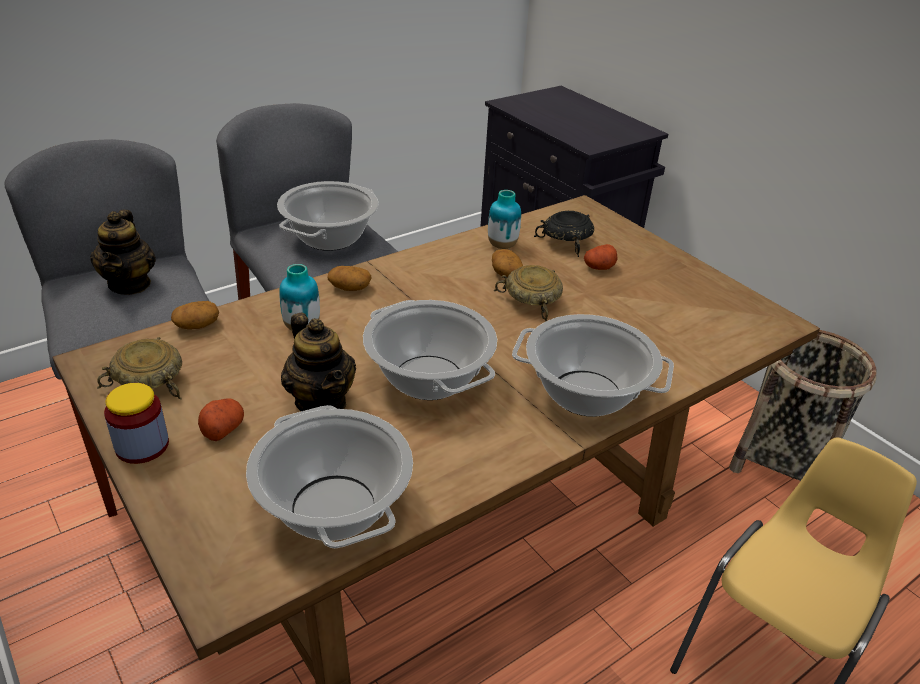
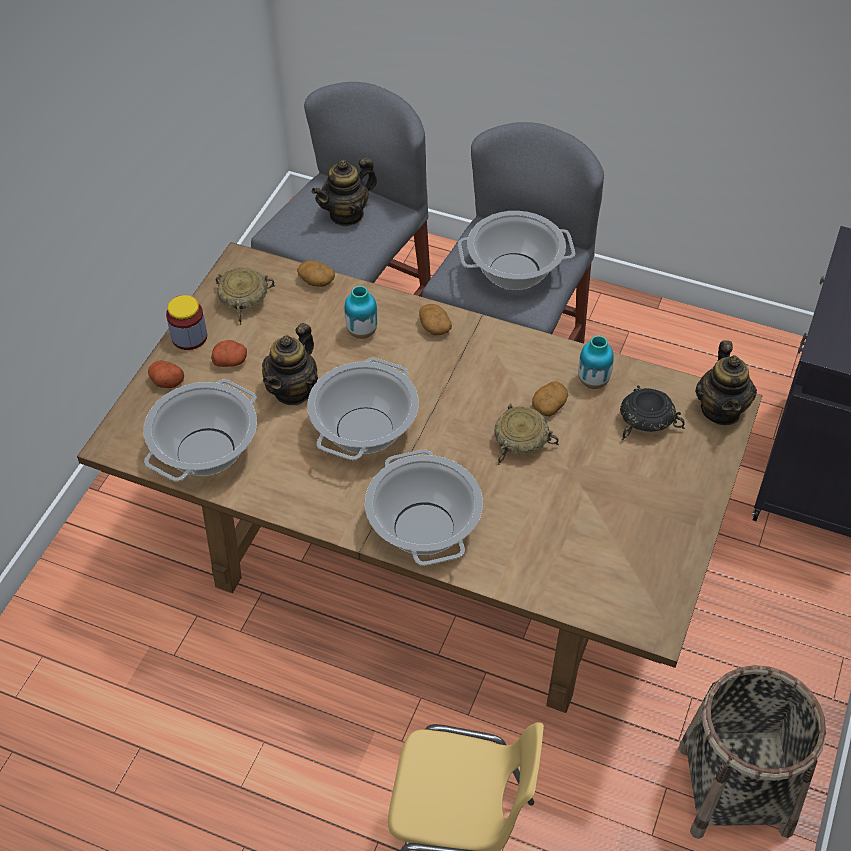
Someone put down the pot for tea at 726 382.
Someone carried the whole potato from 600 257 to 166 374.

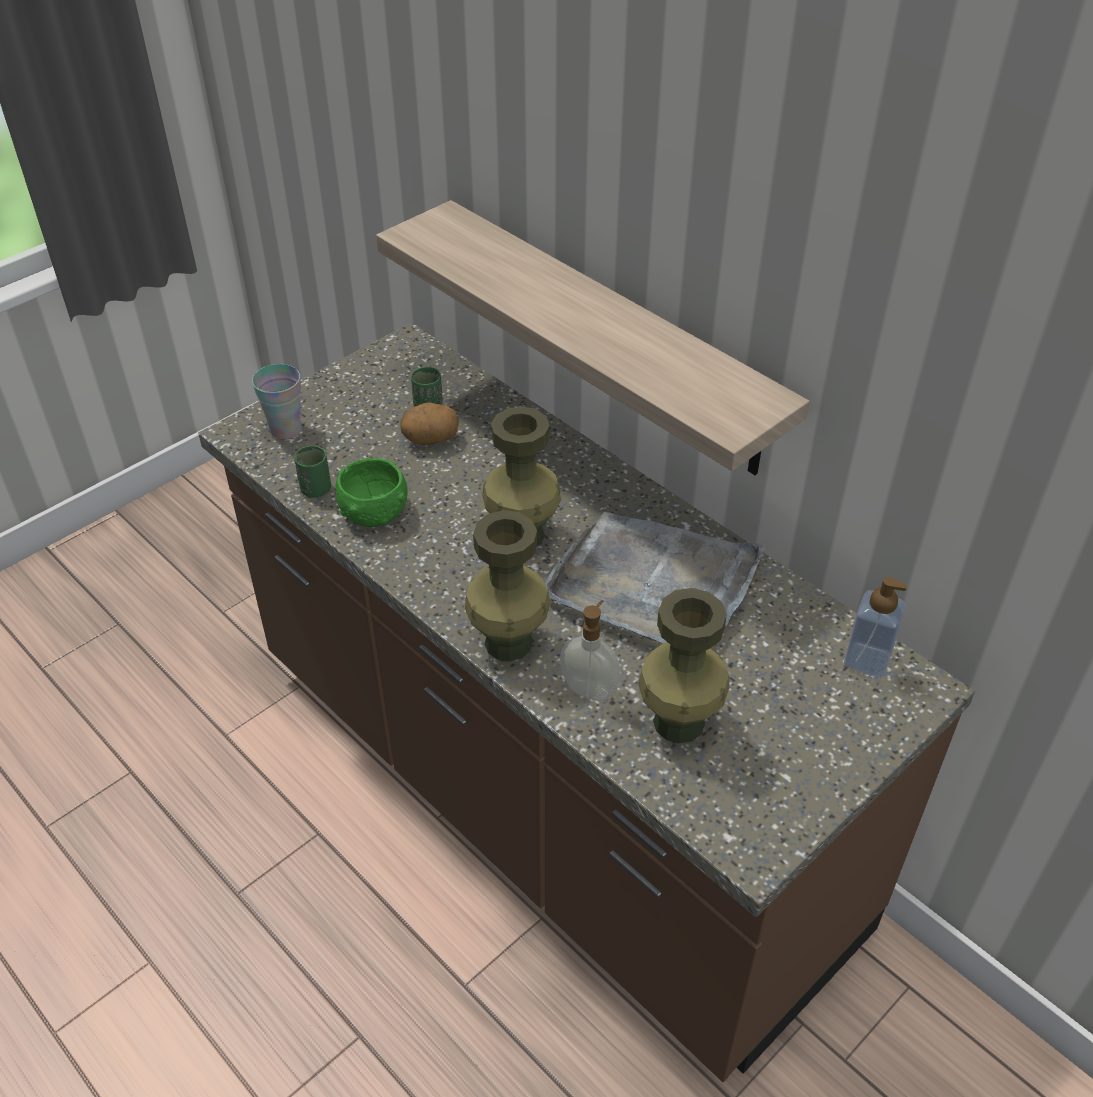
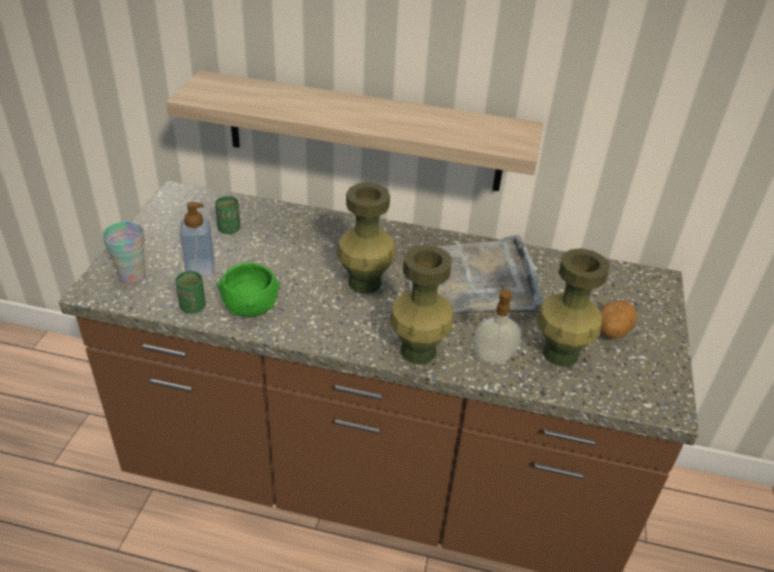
Someone carried the whole potato from 429 423 to 618 319.
Someone carried the liquid soap bottle from 875 627 to 197 239.

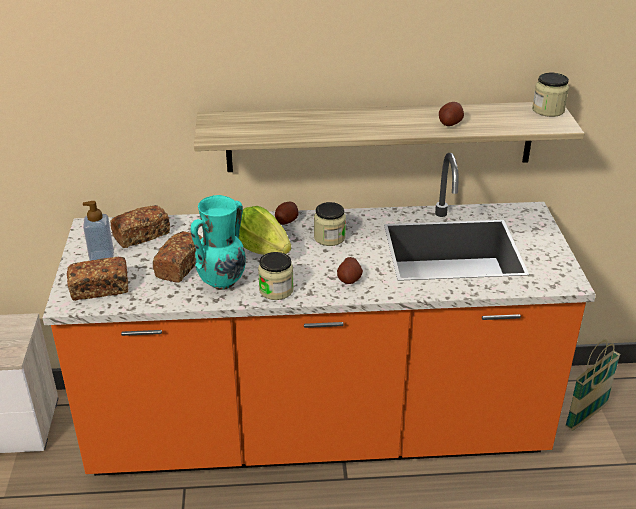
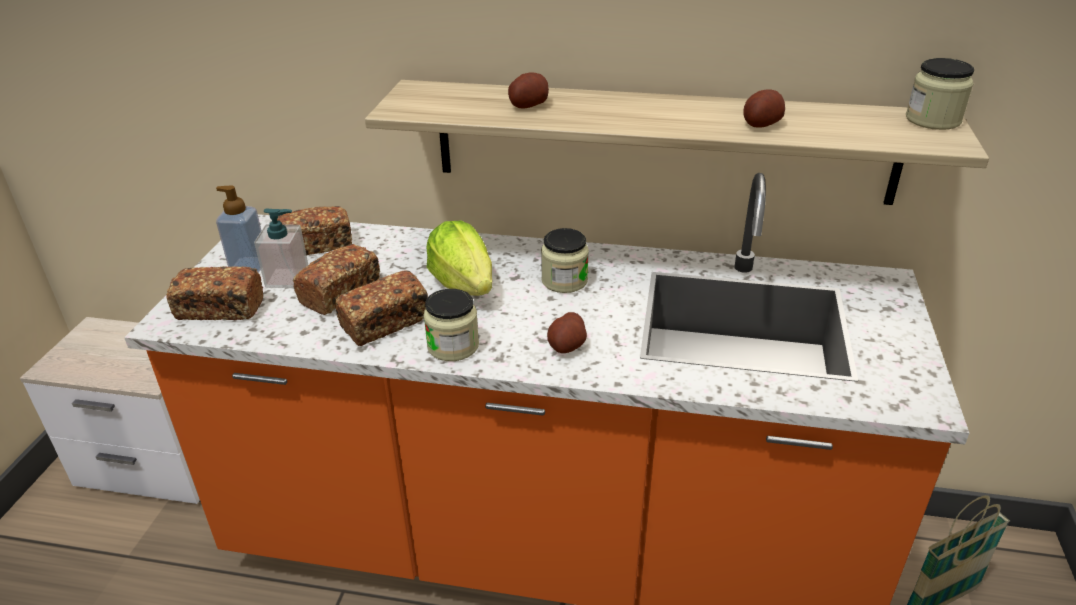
Someone put down the liquid soap bottle at 281 248.
Someone carried the whole potato from 286 213 to 528 90.
Someone swapped the turquoise-coloured vase at 218 242 for the baked bread at 381 308.

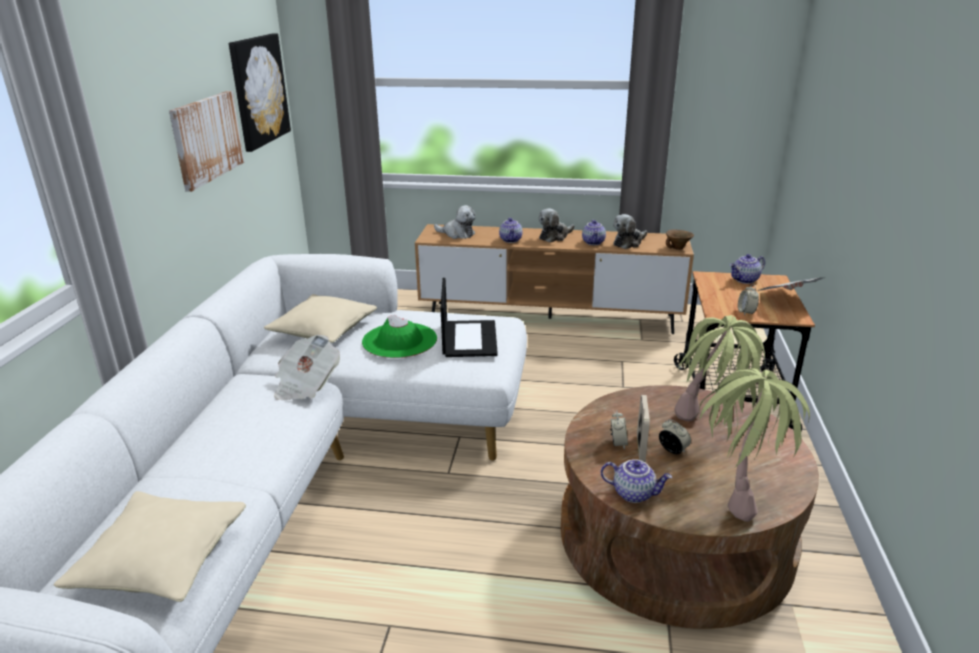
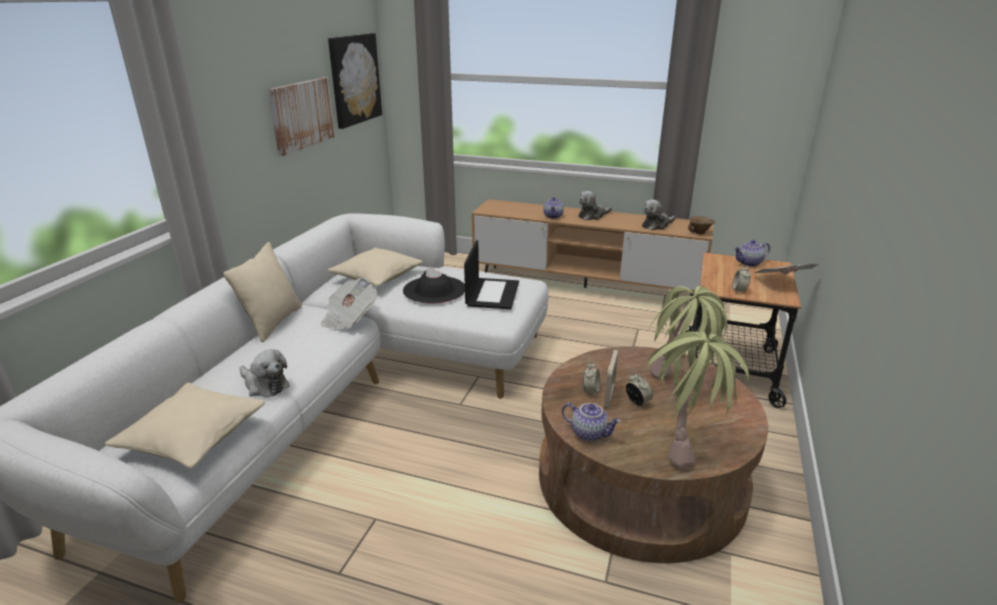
Someone took away the pot for tea at 594 232.
Someone put down the beige pillow at 262 292.
Someone carried the cuddly toy from 454 222 to 264 373.
Someone repainted the green-coloured hat at 399 336, which became the black-coloured hat at 434 285.

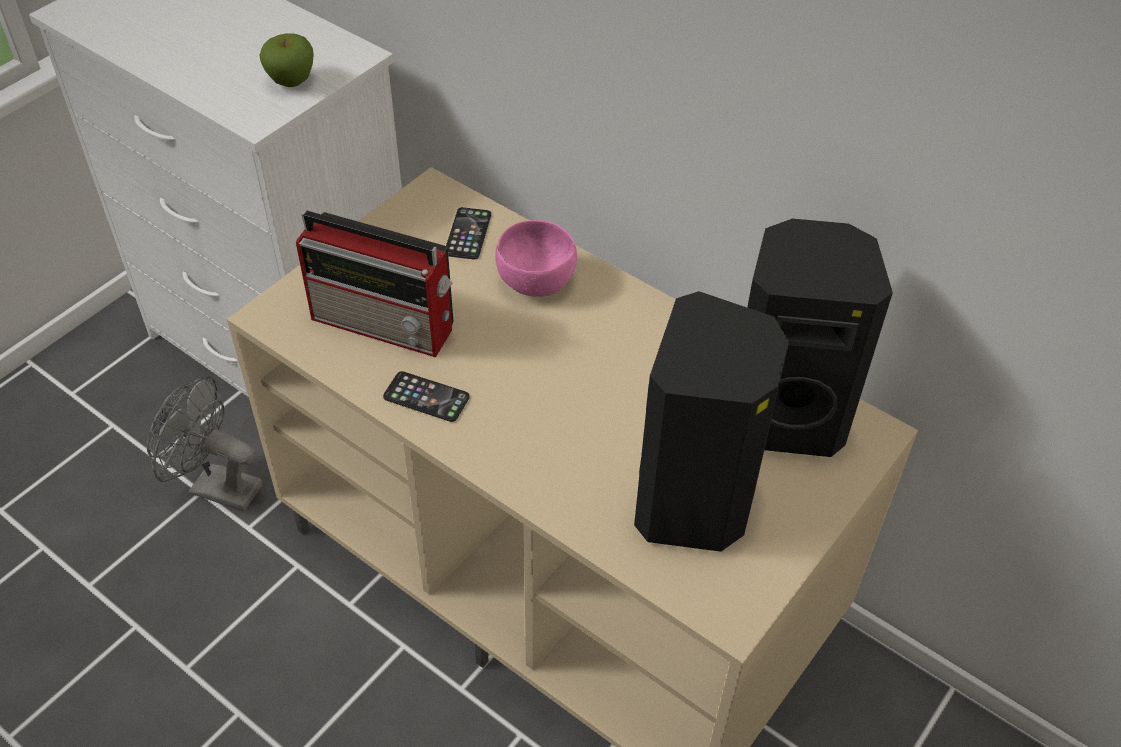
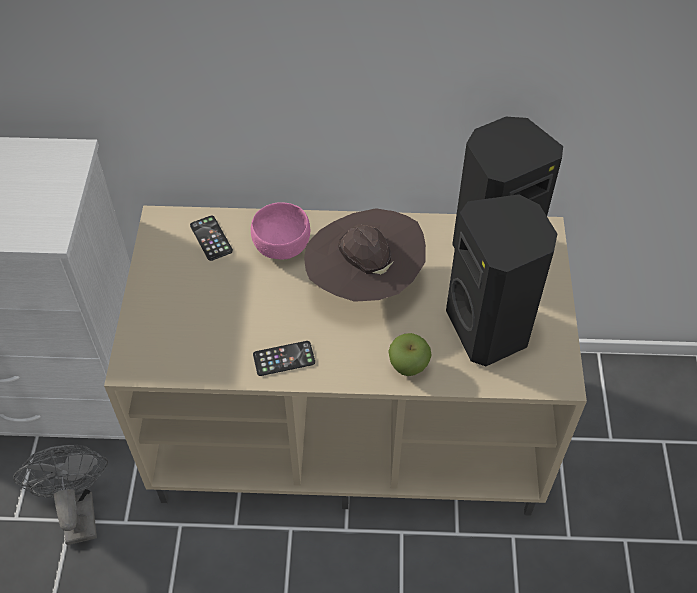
Someone took away the radio at 374 284.
Someone put down the brown-coloured hat at 365 255.
Someone carried the whole apple from 286 60 to 410 354.
Someone rotated the gray cooling fan at 204 444 by 90 degrees clockwise.

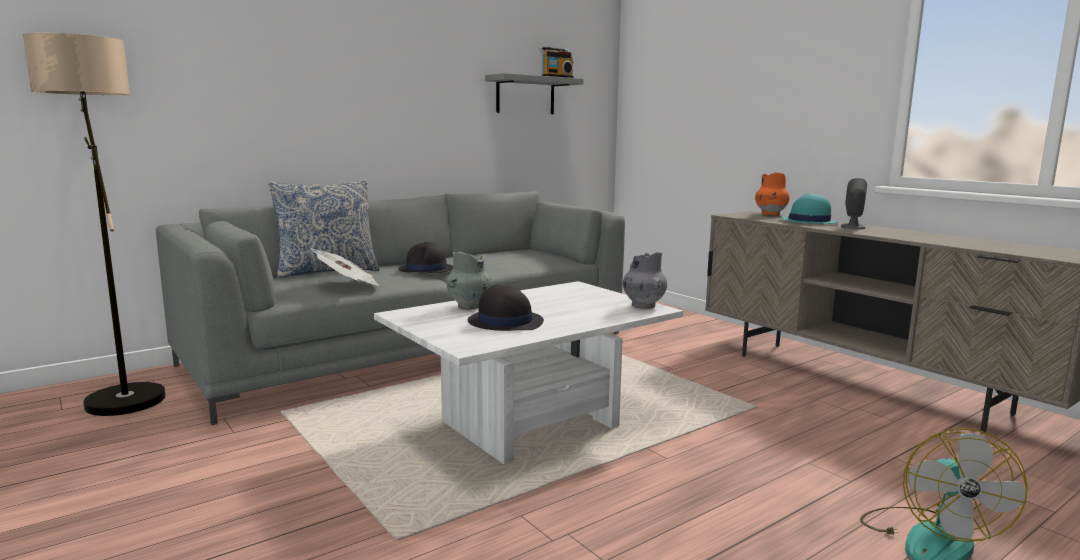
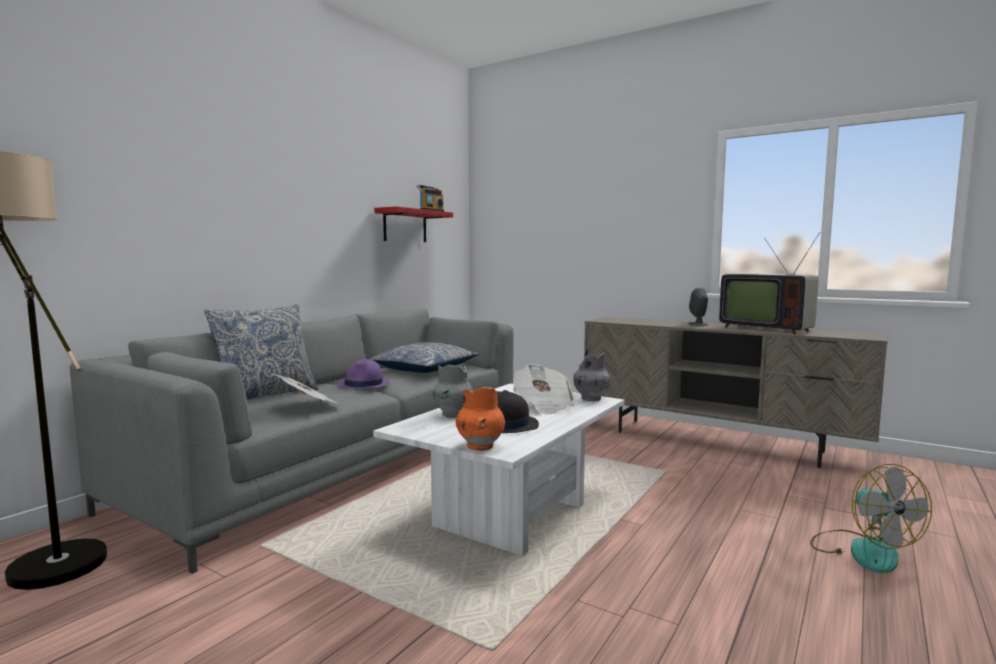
Someone took away the turquoise-coloured hat at 809 209.
Someone put down the pillow at 423 357.
Someone put down the daily paper at 543 389.
Someone put down the television at 769 283.
Someone carried the orange vase from 772 194 to 480 419.
Someone repainted the black-coloured hat at 425 257, which became the purplish hat at 363 374.
Someone repainted the gray bracket shelf at 534 93, which became the reddish bracket shelf at 414 224.

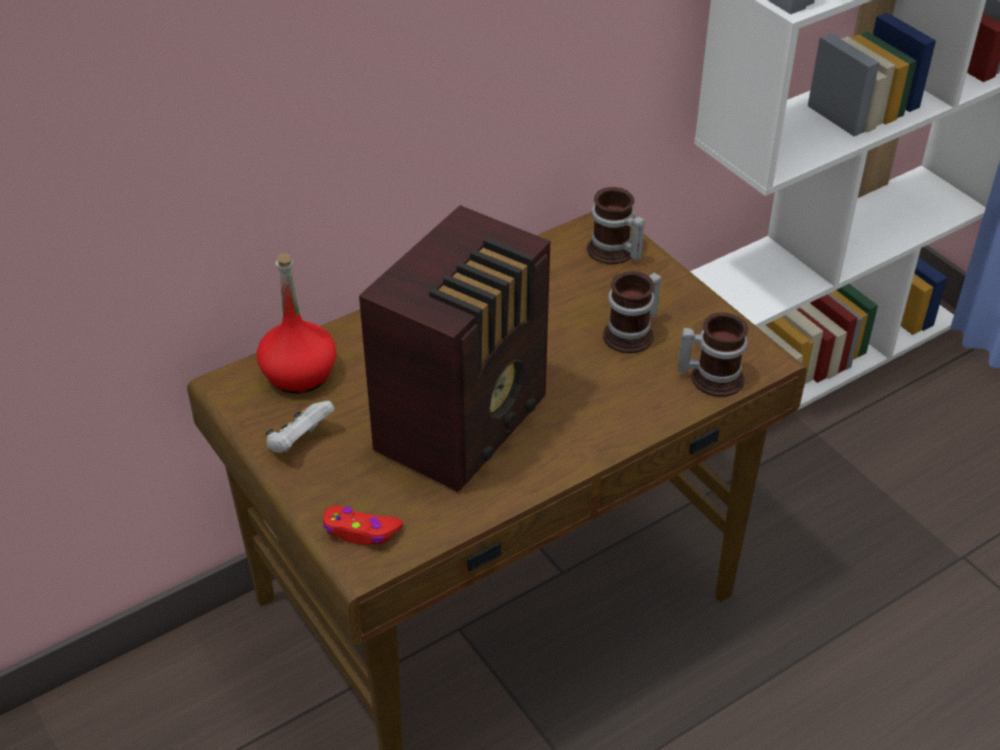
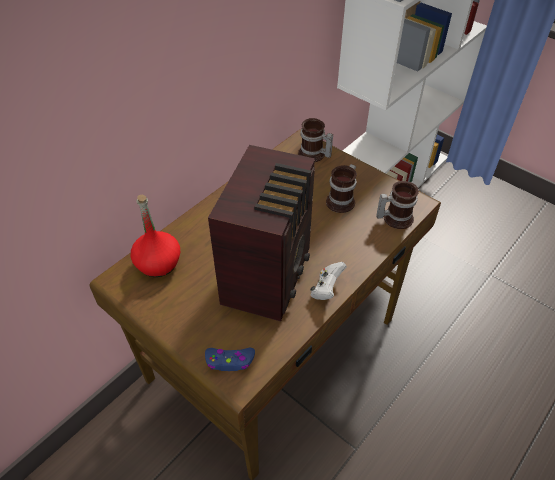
Someone carried the white joypad from 300 427 to 328 281.
Someone repainted the reddish joypad at 363 525, which became the blue-coloured joypad at 230 359.

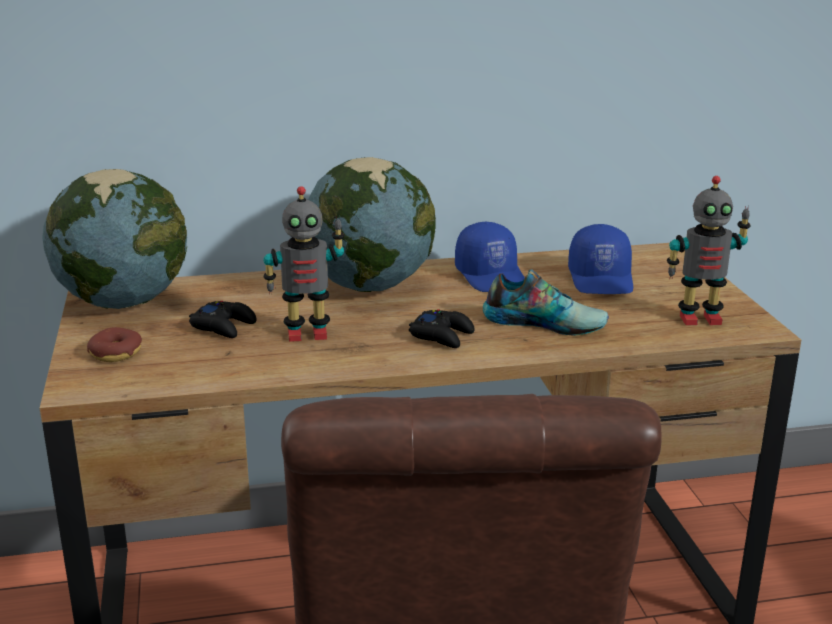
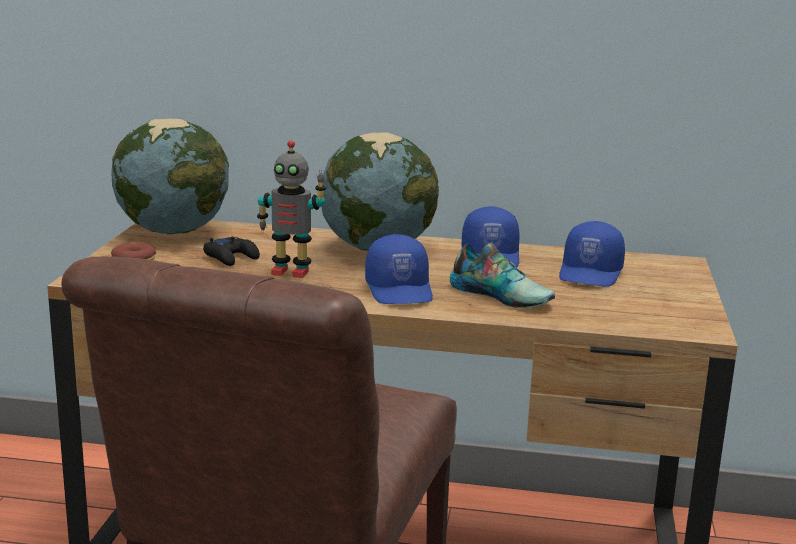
Someone took away the model robot at 709 250.
Someone swapped the black-coloured joypad at 442 328 for the blue-coloured baseball cap at 399 269.

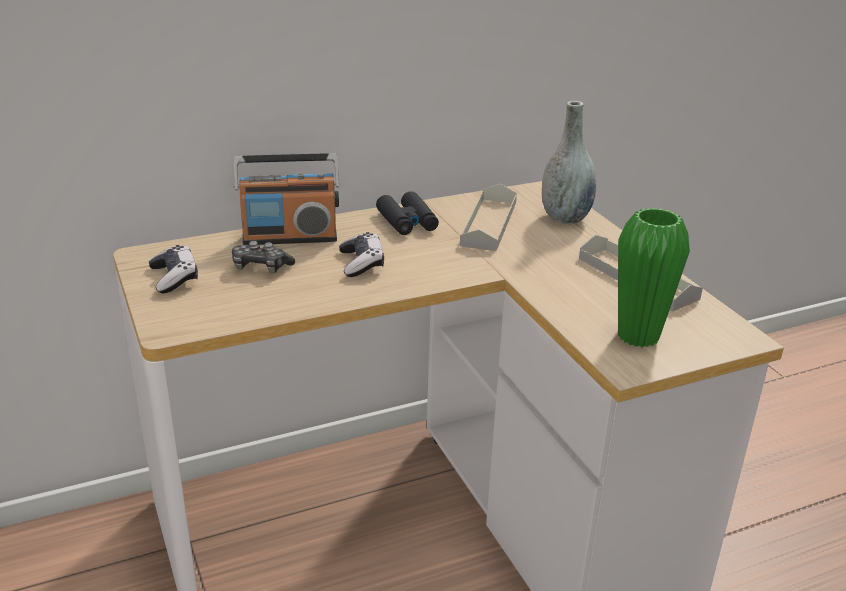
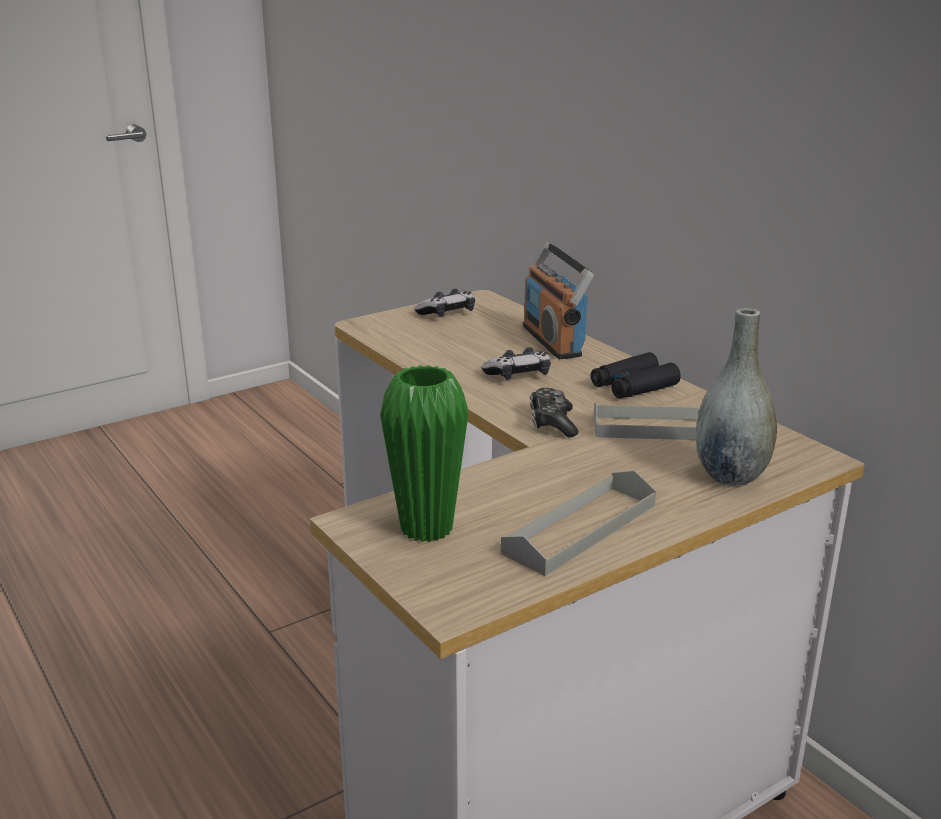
Someone carried the joypad from 263 257 to 554 412.

